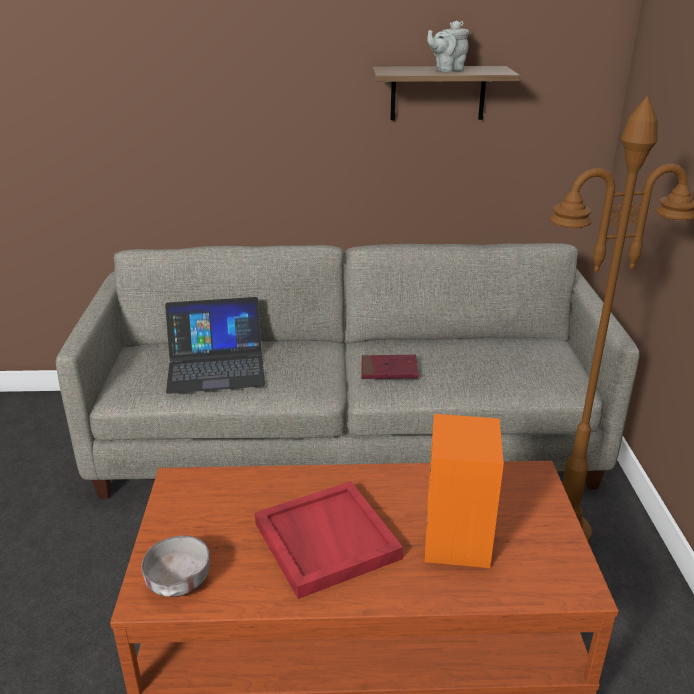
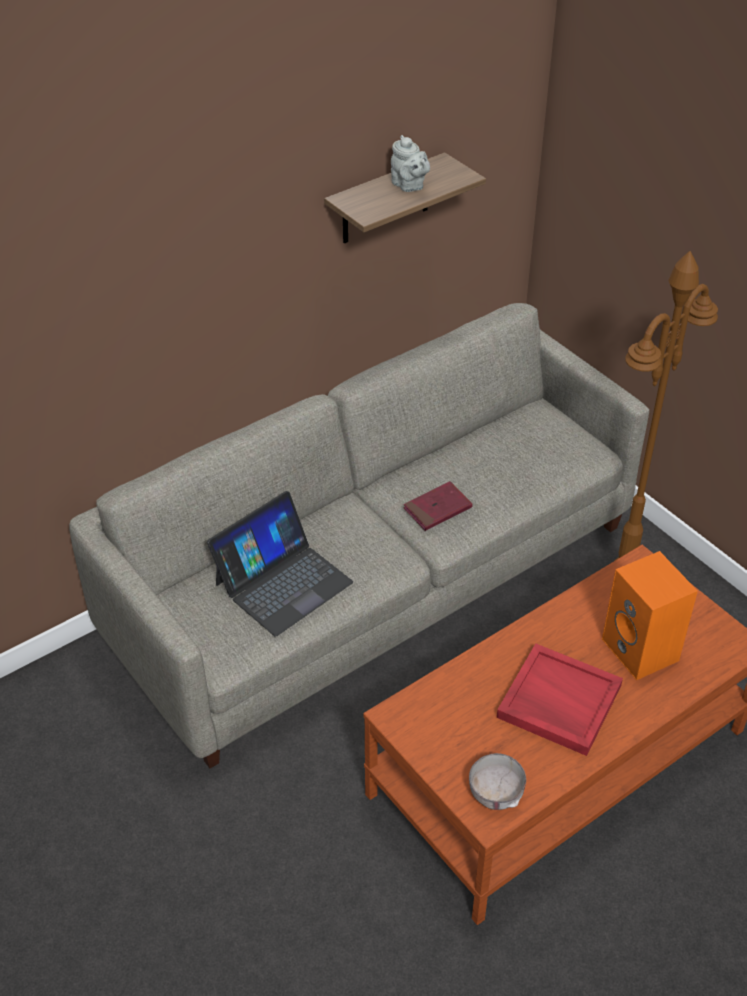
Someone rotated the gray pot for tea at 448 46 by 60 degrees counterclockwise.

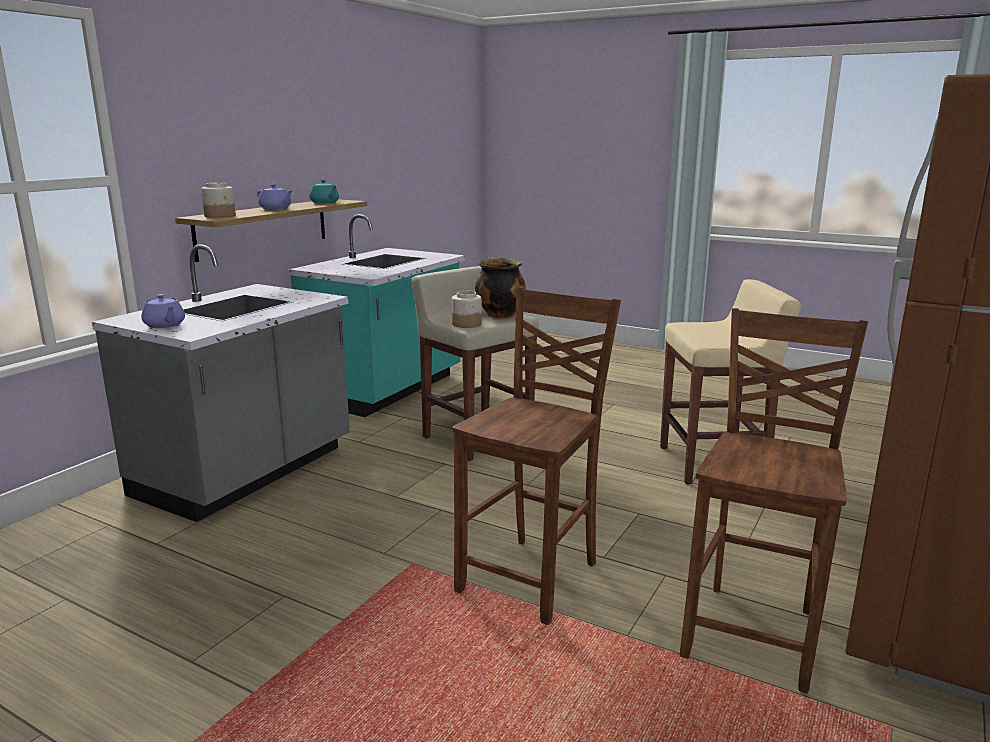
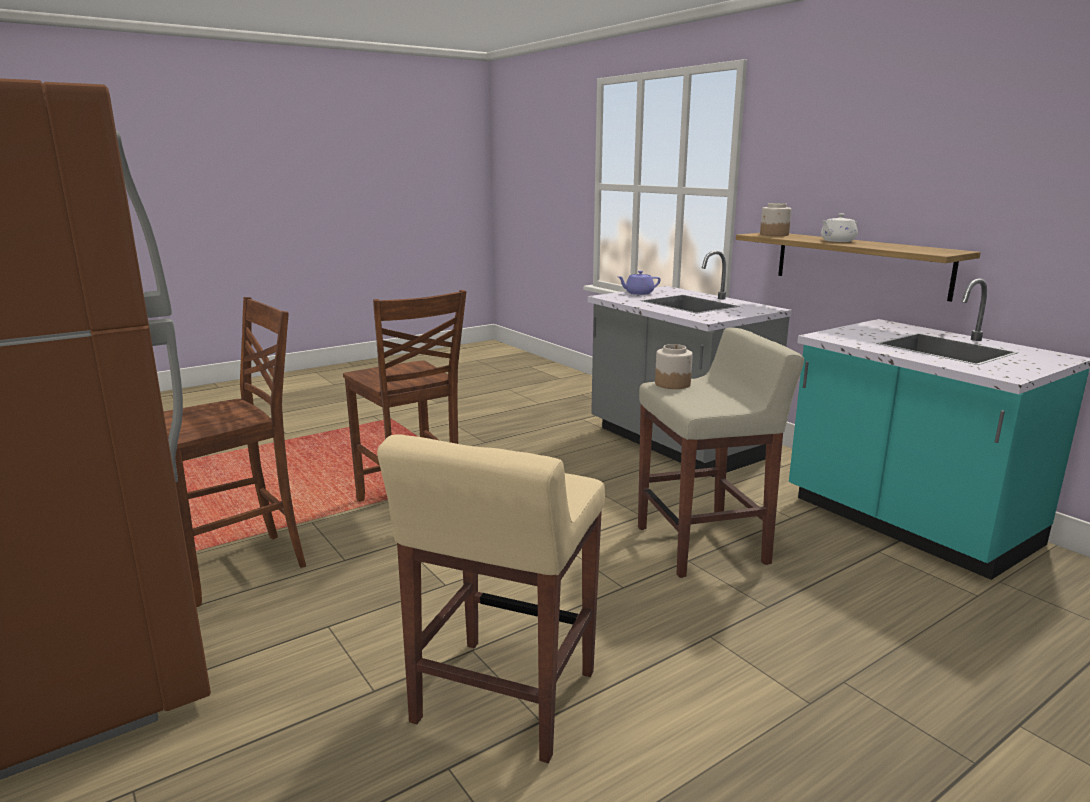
Someone took away the turquoise-coloured pot for tea at 324 192.
Someone took away the stockpot at 500 288.
Someone repainted the purplish pot for tea at 275 197, which became the white pot for tea at 839 227.
Someone rotated the brown-coloured upright chair at 774 500 by 90 degrees counterclockwise.

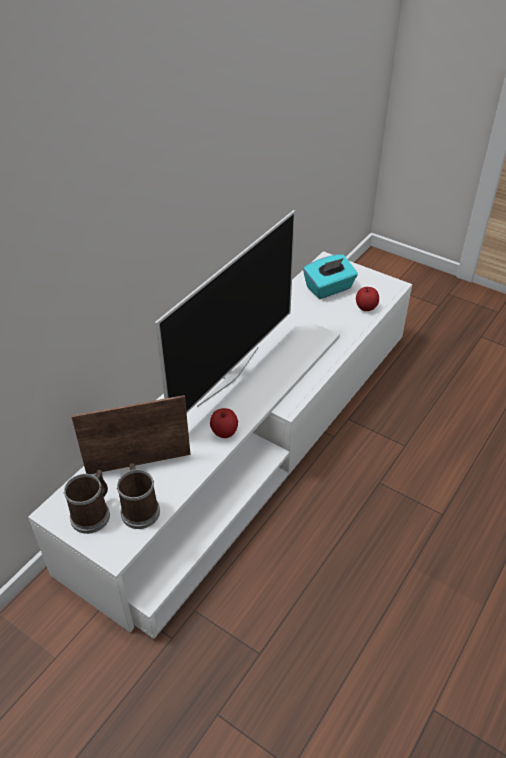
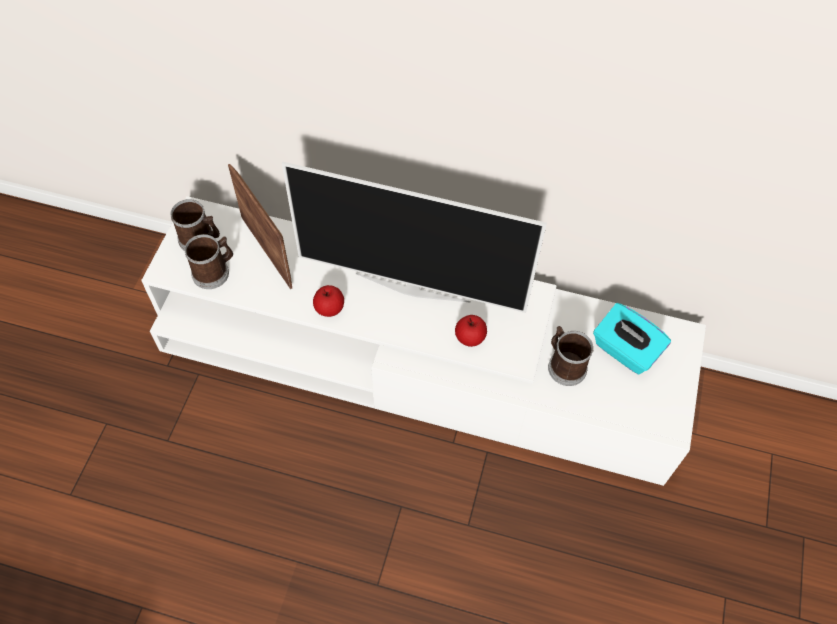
Someone put down the tea mug at 571 356.
Someone carried the whole apple from 367 299 to 471 331.

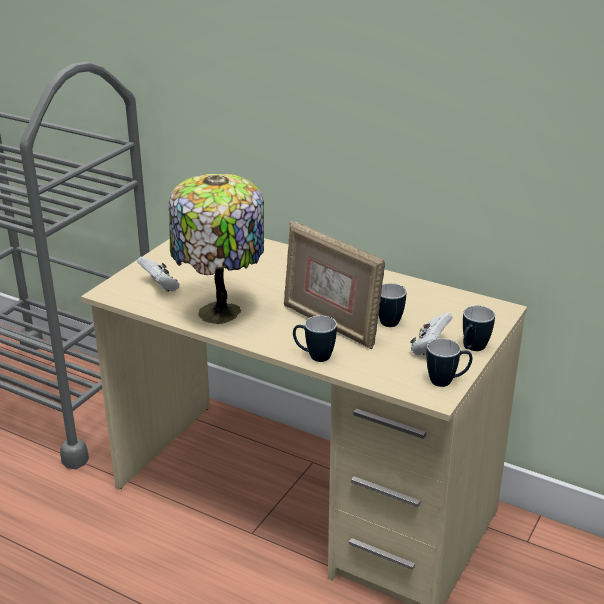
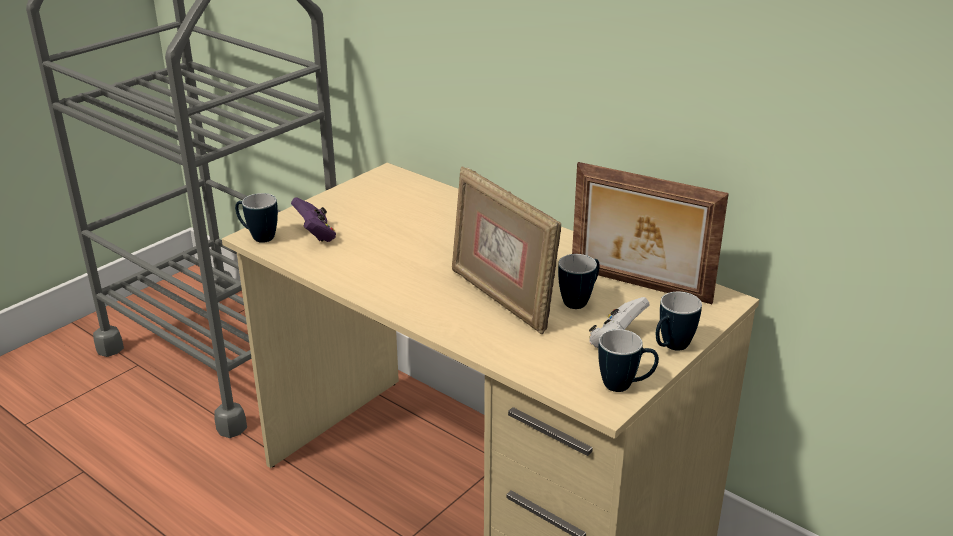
Someone took away the tabletop lamp at 216 249.
Someone put down the photo frame at 650 233.
Someone carried the tea mug from 315 338 to 256 218.
Someone repainted the white joypad at 158 274, which became the purplish joypad at 313 219.

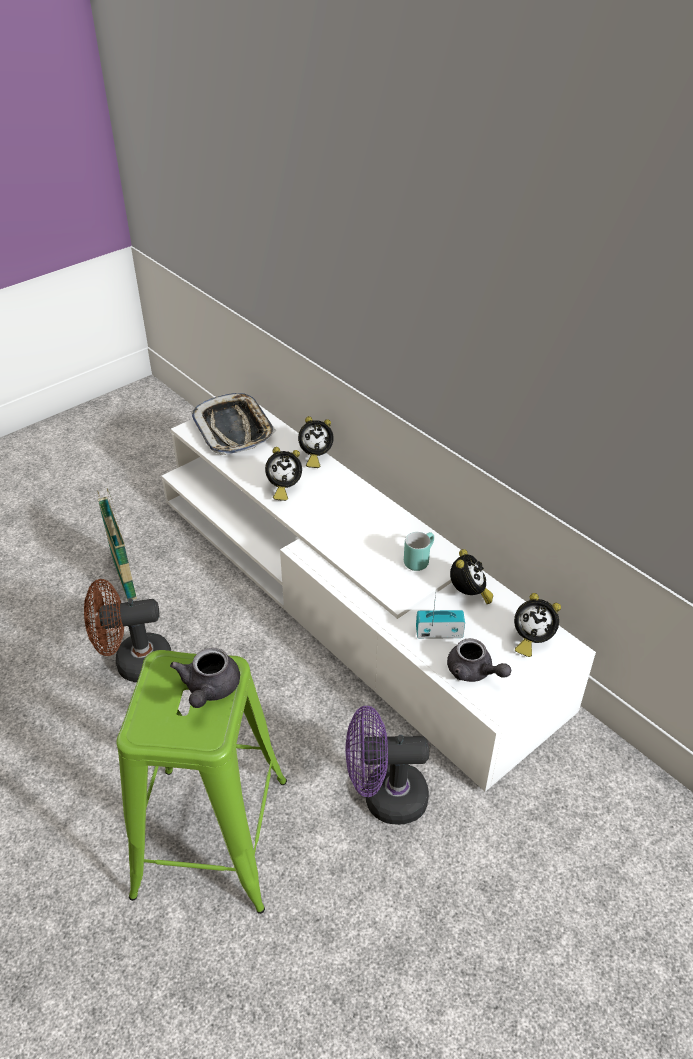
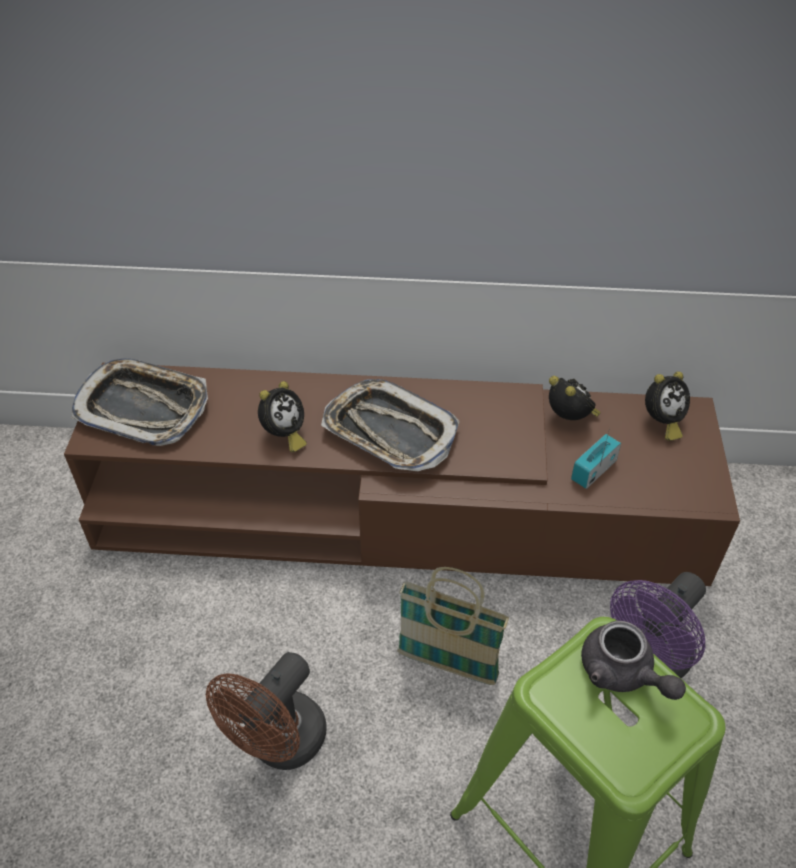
Someone took away the bedside clock at 316 442.
Someone took away the turquoise-coloured tea mug at 419 551.
Someone took away the gray pot for tea at 479 660.
Someone put down the tray at 390 425.
Someone carried the household basket from 117 544 to 453 626.
Someone repainted the white media console at 379 598, which became the brown-coloured media console at 402 474.

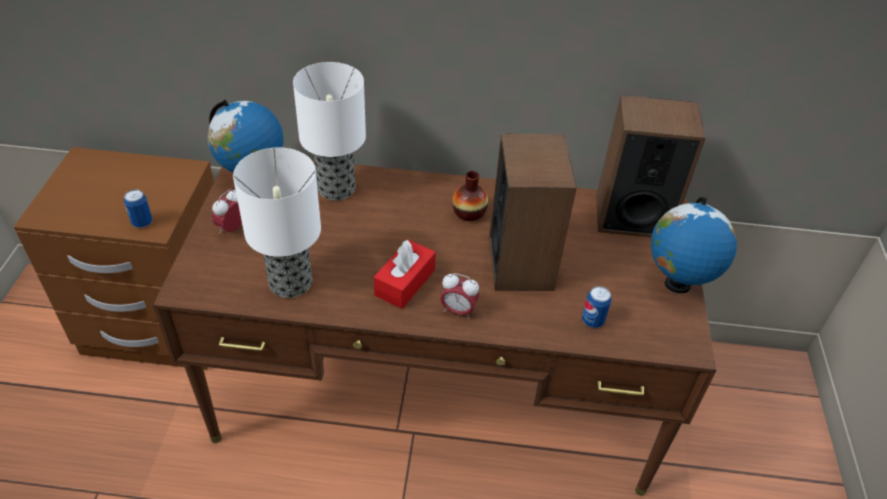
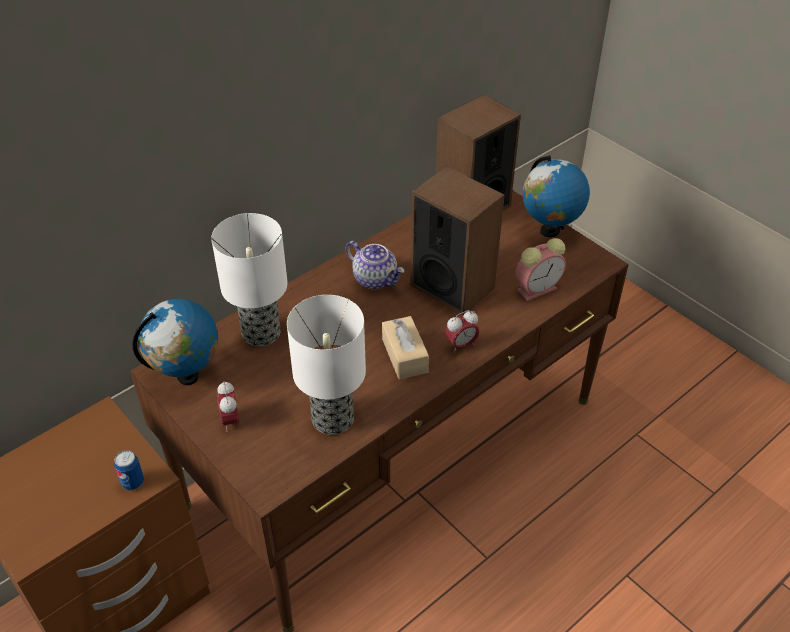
Someone swapped the vase at 470 196 for the pot for tea at 375 265.
Someone swapped the sealed can at 597 307 for the bedside clock at 541 269.
Someone repainted the reddish box of tissues at 405 274, which became the beige box of tissues at 405 348.

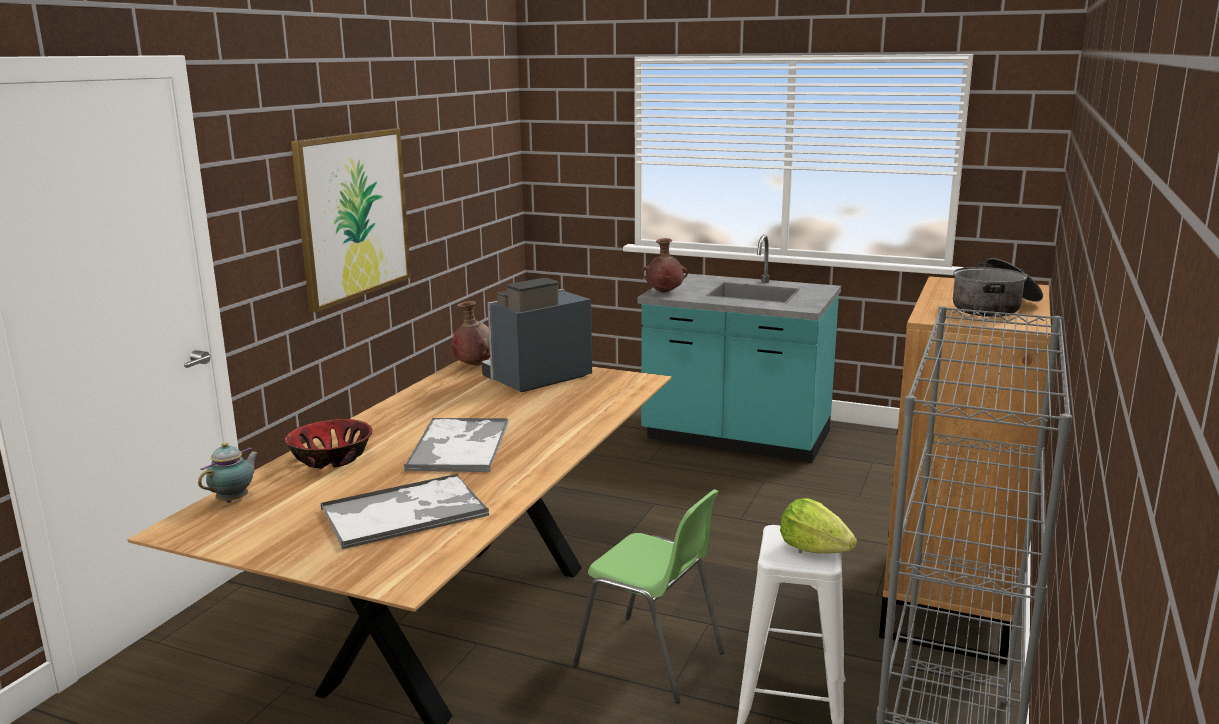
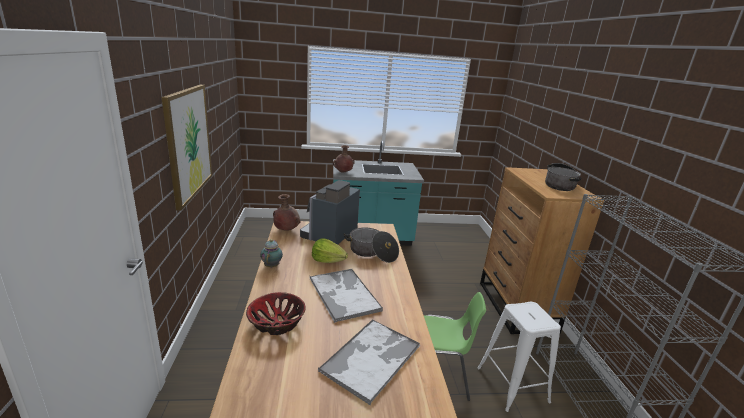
Someone put down the stockpot at 371 245.
Someone carried the pot for tea from 228 472 to 271 253.
Someone carried the lettuce from 818 526 to 330 250.

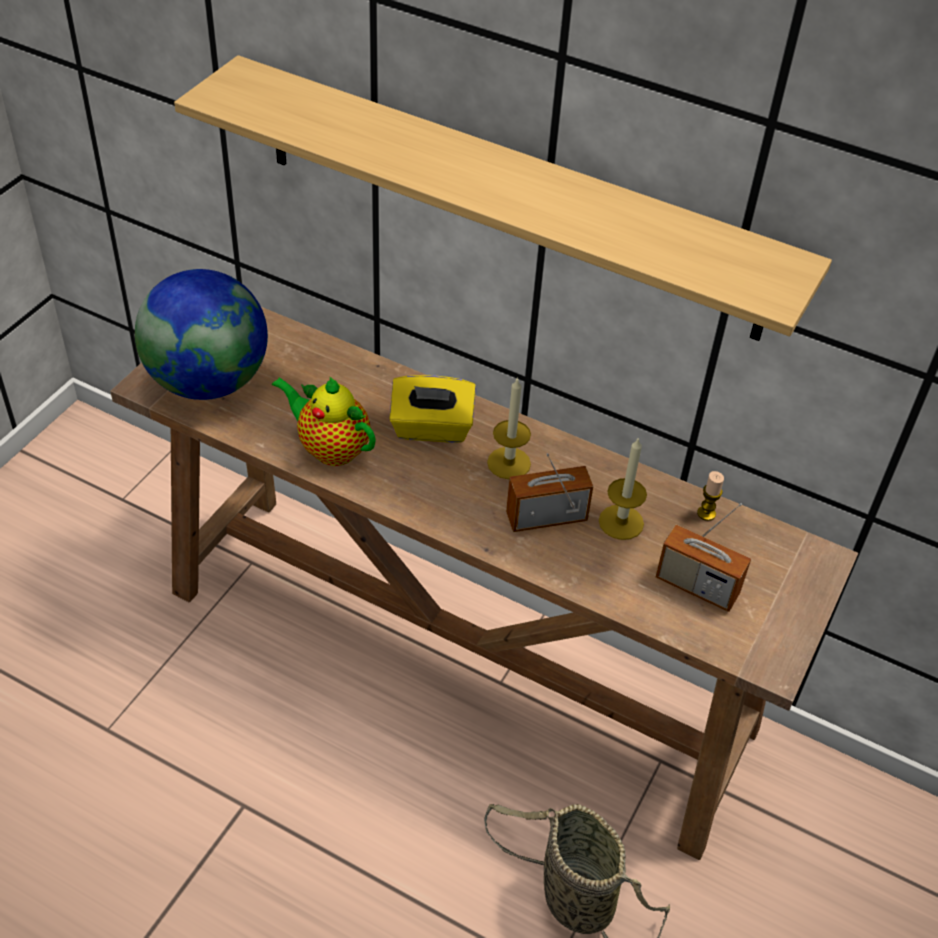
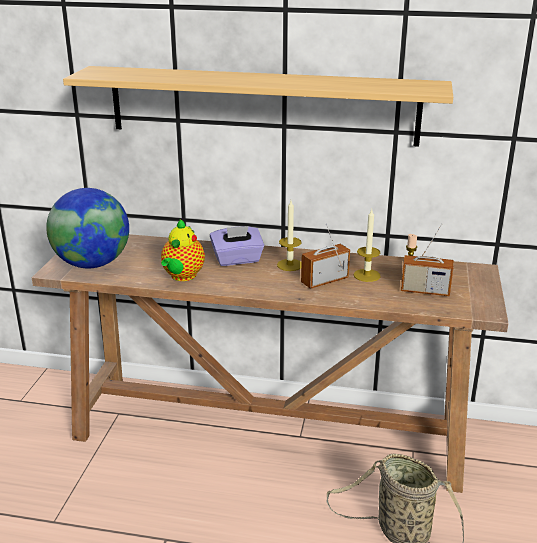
Someone repainted the yellowish box of tissues at 432 409, which became the purplish box of tissues at 237 246.
Someone rotated the pot for tea at 324 421 by 90 degrees counterclockwise.

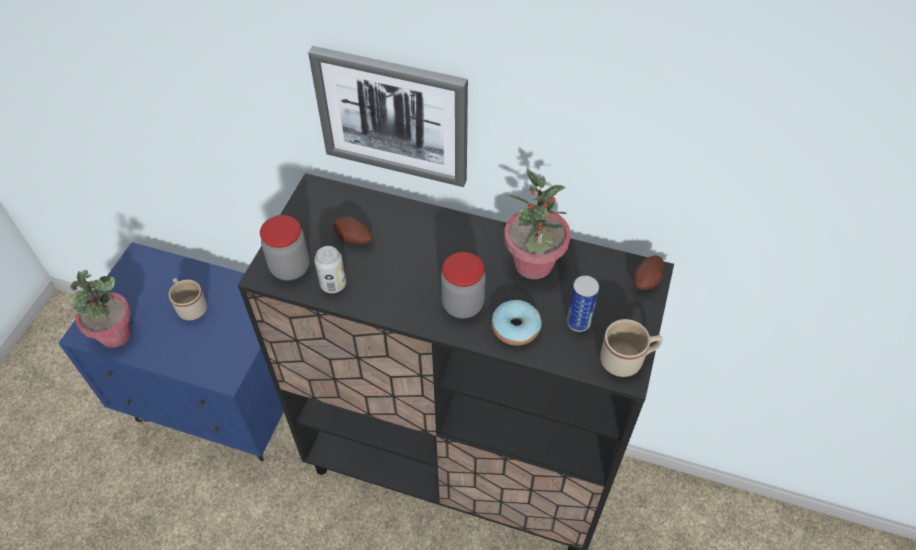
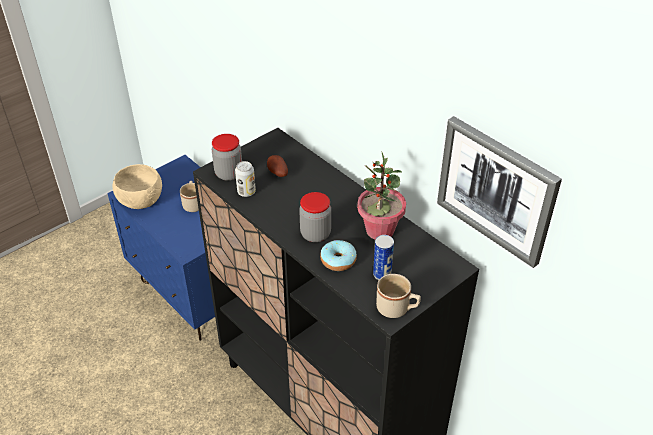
Someone took away the whole potato at 649 272.
Someone carried the wall art from 388 116 to 499 192.
Someone swapped the potted plant at 100 309 for the beige deep dish at 137 186.

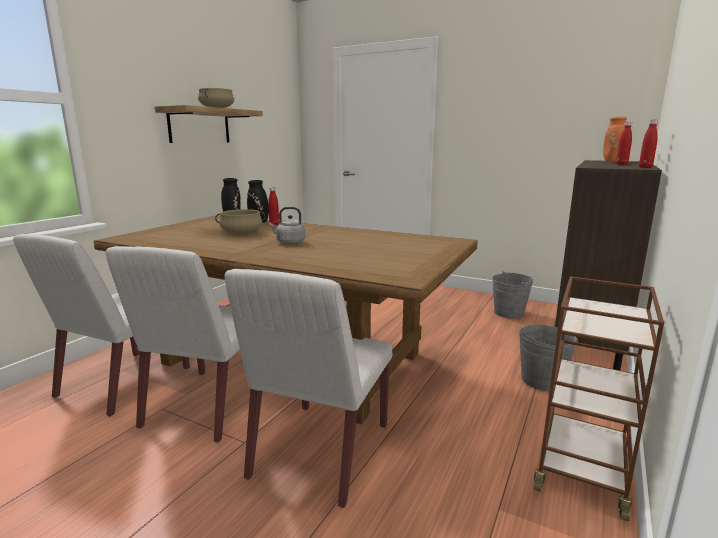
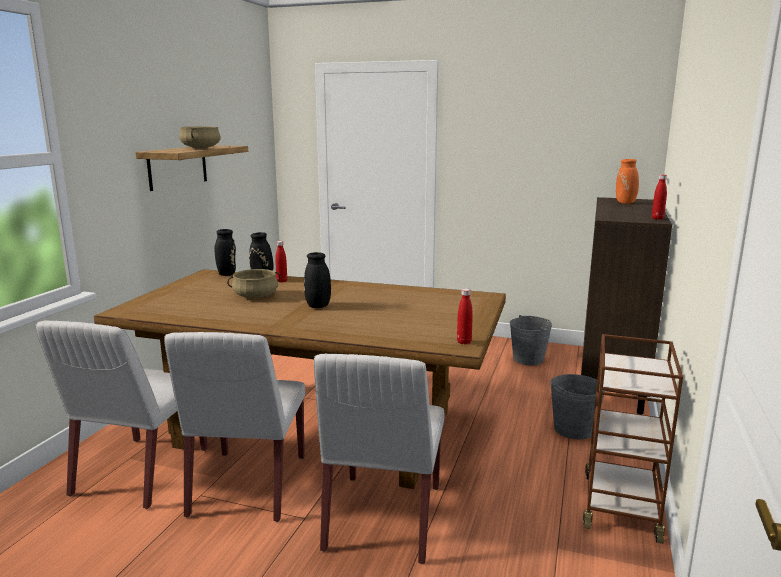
Someone carried the reddish bottle from 624 143 to 465 316.
Someone swapped the gray water kettle at 287 225 for the black-coloured vase at 317 280.

